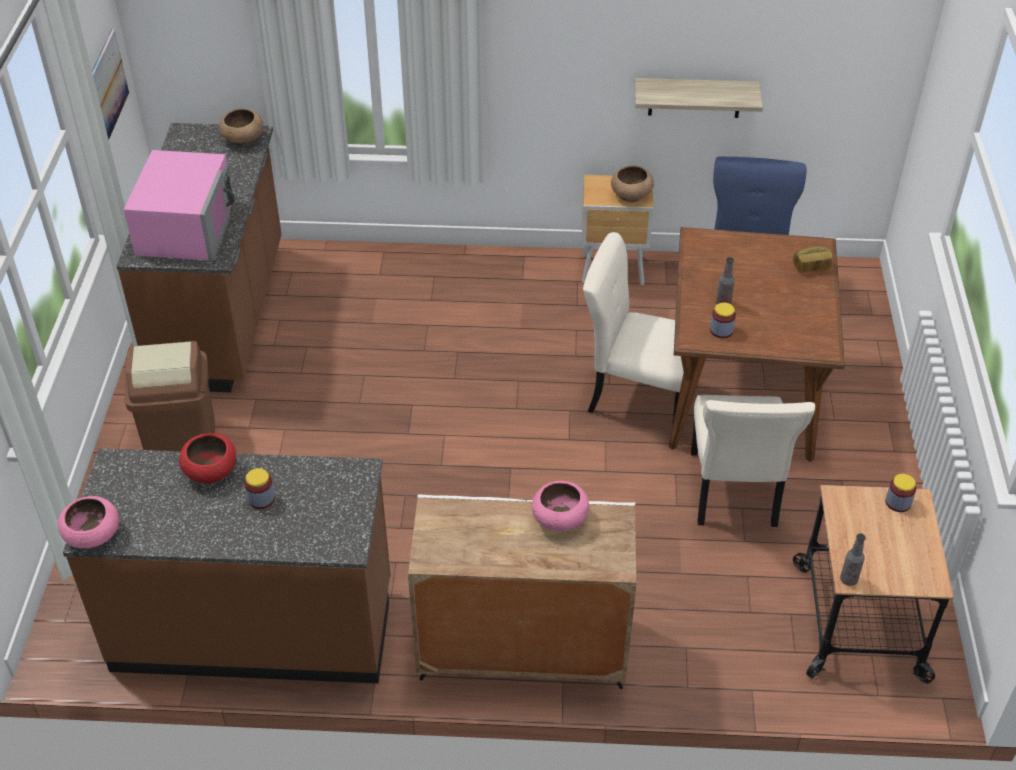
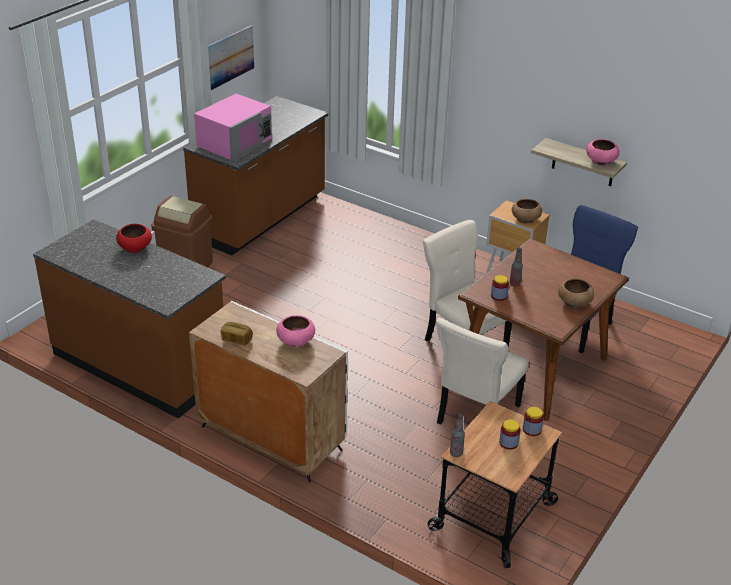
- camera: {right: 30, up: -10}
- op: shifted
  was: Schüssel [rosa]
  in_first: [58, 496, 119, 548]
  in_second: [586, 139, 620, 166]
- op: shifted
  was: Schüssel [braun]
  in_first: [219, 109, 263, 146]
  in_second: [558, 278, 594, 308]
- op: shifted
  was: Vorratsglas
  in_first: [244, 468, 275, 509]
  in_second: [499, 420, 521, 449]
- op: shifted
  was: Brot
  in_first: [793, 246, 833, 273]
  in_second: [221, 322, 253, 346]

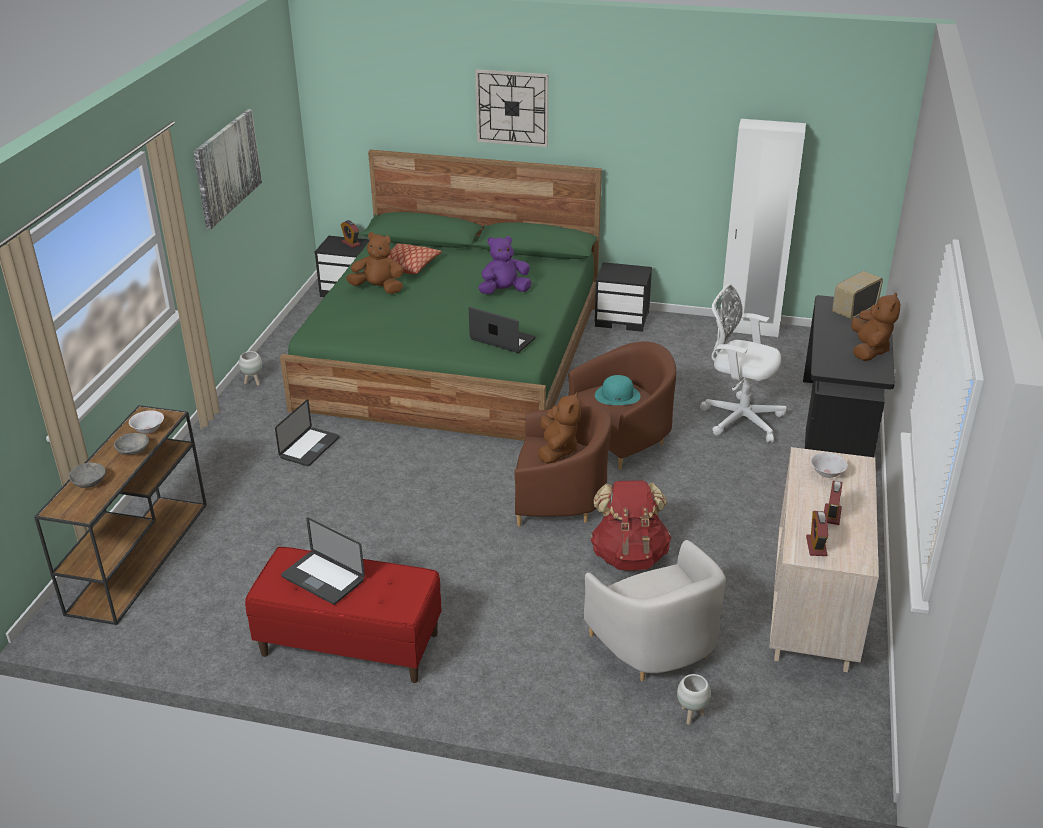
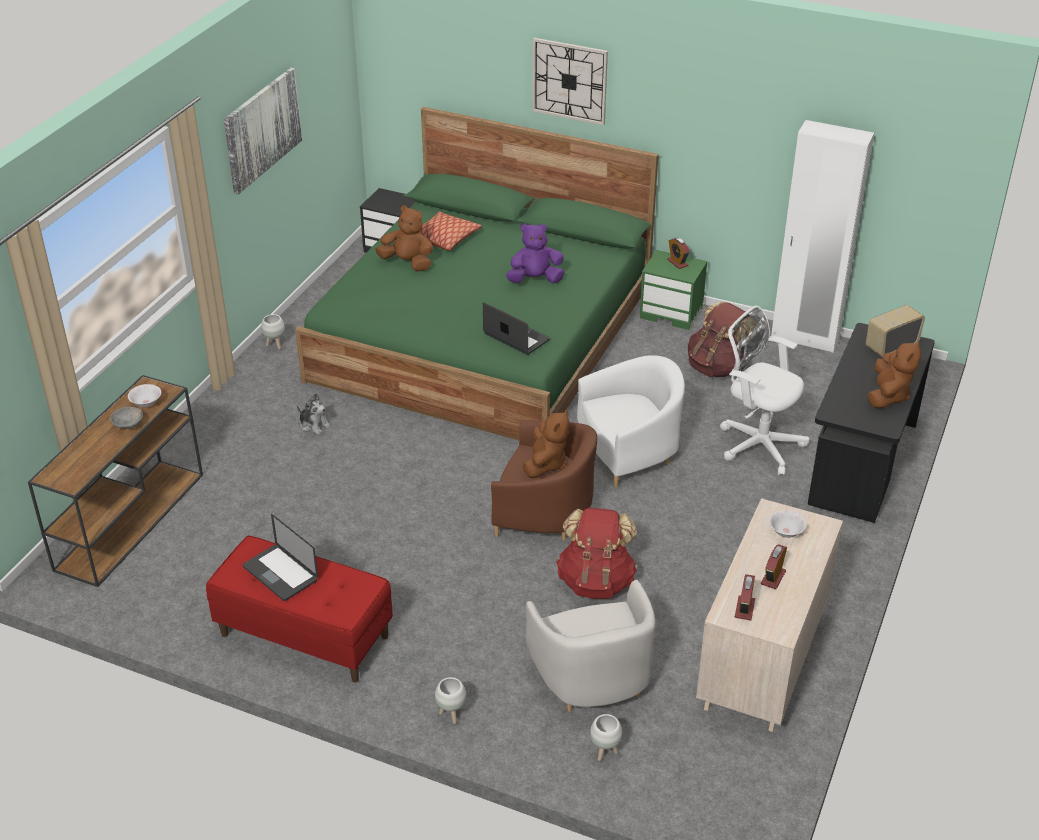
- camera: {right: 10, up: 5}
- op: gone
  was: Schüssel [grau]
  in_first: [69, 462, 106, 488]
- op: swapped
  was: Laptop
  now: Plüschtier
  in_first: [275, 399, 340, 466]
  in_second: [297, 393, 331, 435]
- op: shifted
  was: Wecker
  in_first: [341, 220, 361, 248]
  in_second: [667, 238, 690, 269]
- op: repainted
  was: Sessel [braun]
  now: Sessel [weiß]
  in_first: [569, 341, 676, 470]
  in_second: [577, 355, 685, 487]
- op: repainted
  was: Nachttisch [schwarz]
  now: Nachttisch [grün]
  in_first: [594, 262, 652, 332]
  in_second: [640, 250, 707, 330]
- op: gone
  was: Hut [türkis]
  in_first: [595, 375, 640, 405]
- op: new
  now: Pflanzkübel [weiß]
  in_second: [435, 677, 466, 724]
- op: new
  now: Rucksack [braun]
  in_second: [688, 301, 751, 377]

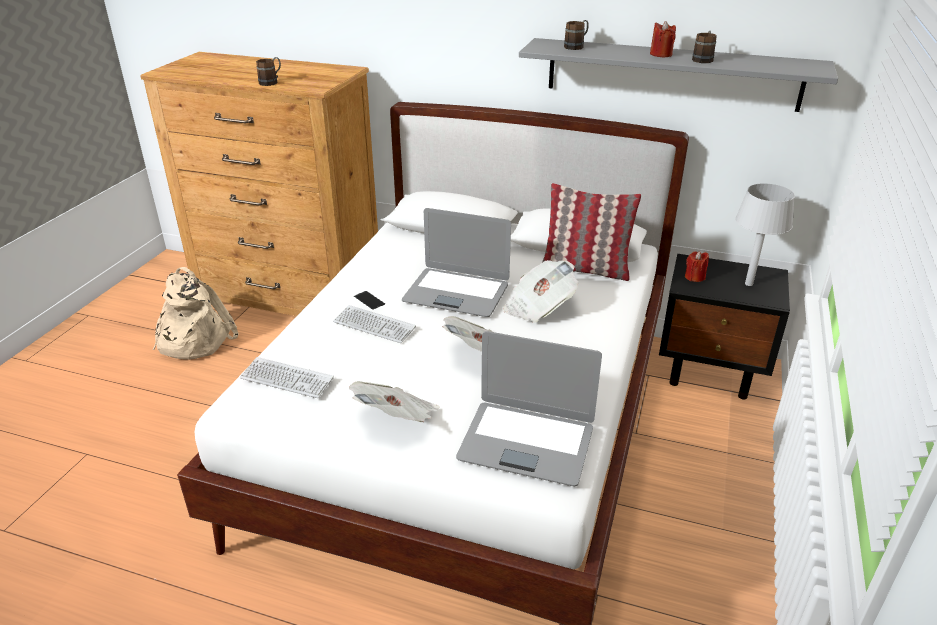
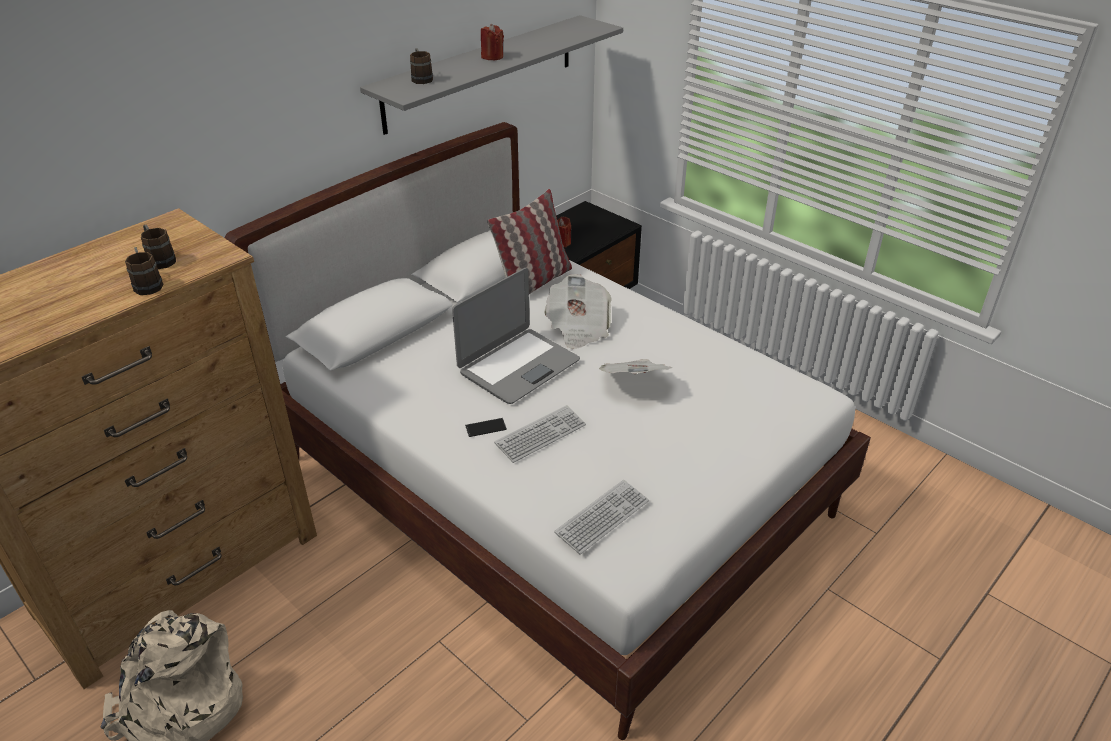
- camera: {right: -65, up: 5}
- op: gone
  was: Zeitung
  in_first: [349, 381, 440, 422]
- op: gone
  was: Laptop
  in_first: [456, 331, 602, 486]
- op: shifted
  was: Henkelbecher [braun]
  in_first: [692, 31, 717, 63]
  in_second: [141, 225, 176, 269]
- op: gone
  was: Tischlampe [grau]
  in_first: [735, 183, 795, 286]

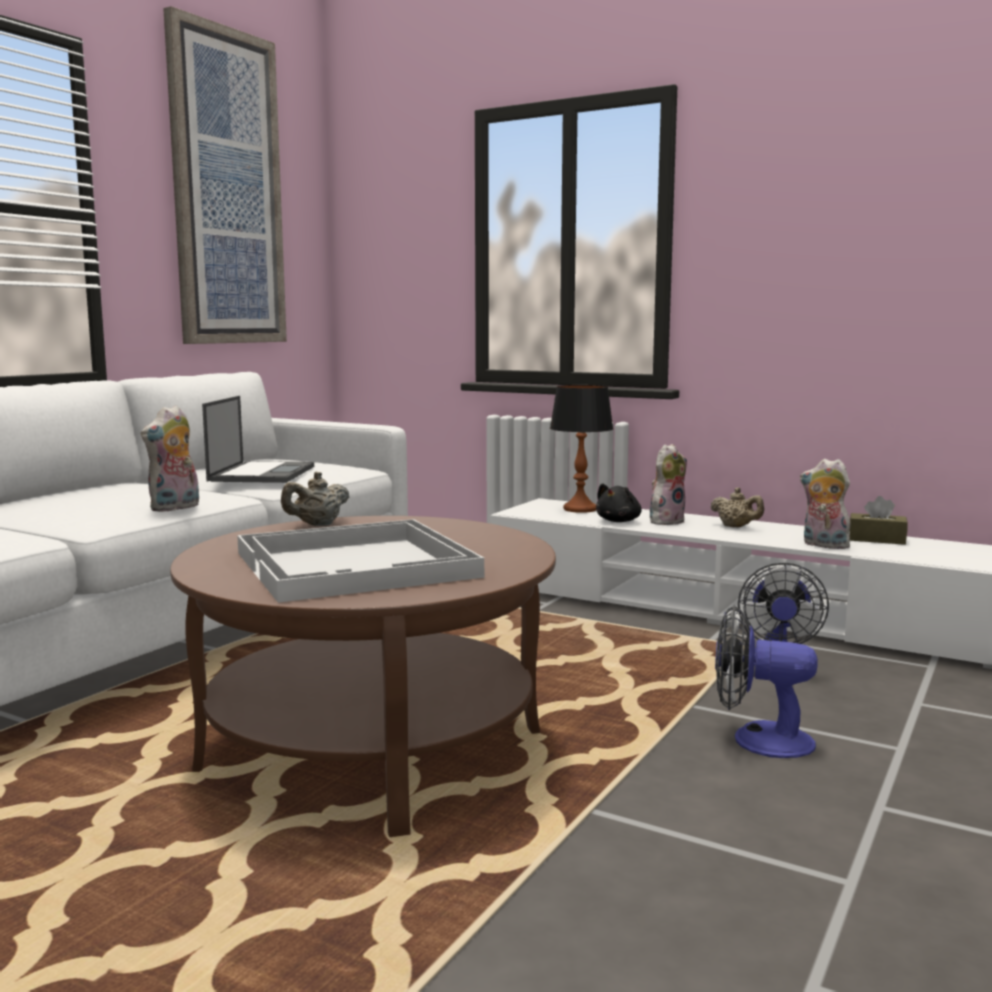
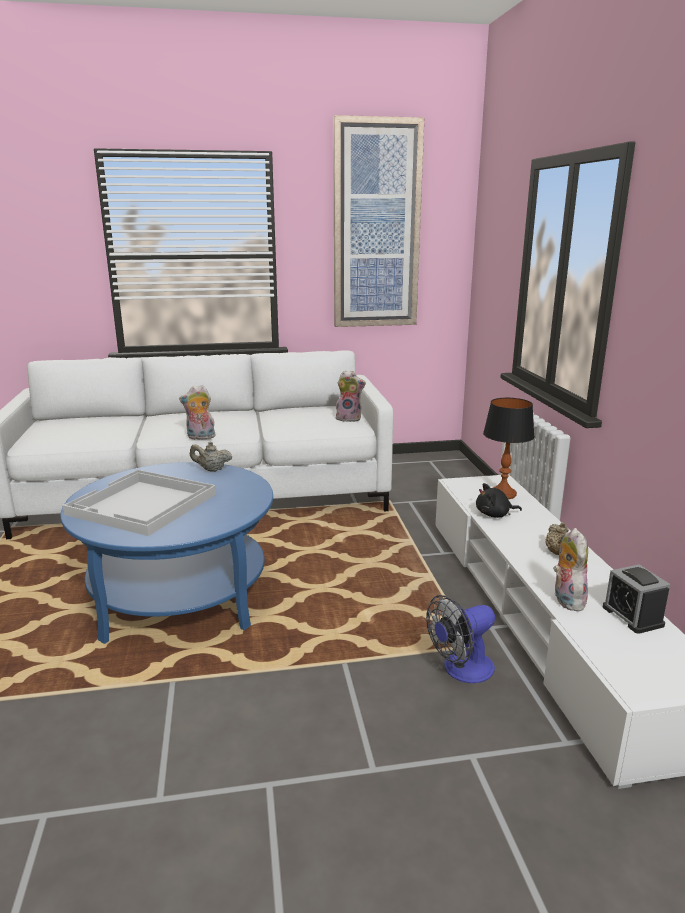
- camera: {right: 50, up: 10}
- op: repainted
  was: Couchtisch [braun]
  now: Couchtisch [blau]
  in_first: [170, 516, 556, 837]
  in_second: [60, 462, 273, 644]
- op: gone
  was: Laptop
  in_first: [202, 396, 314, 483]
- op: shifted
  was: Plüschtier
  in_first: [650, 444, 687, 525]
  in_second: [336, 370, 366, 422]
- op: gone
  was: Ventilator
  in_first: [715, 605, 818, 758]
- op: swapped
  was: Taschentuchbox [braun]
  now: Wecker
  in_first: [849, 496, 908, 545]
  in_second: [603, 564, 671, 634]

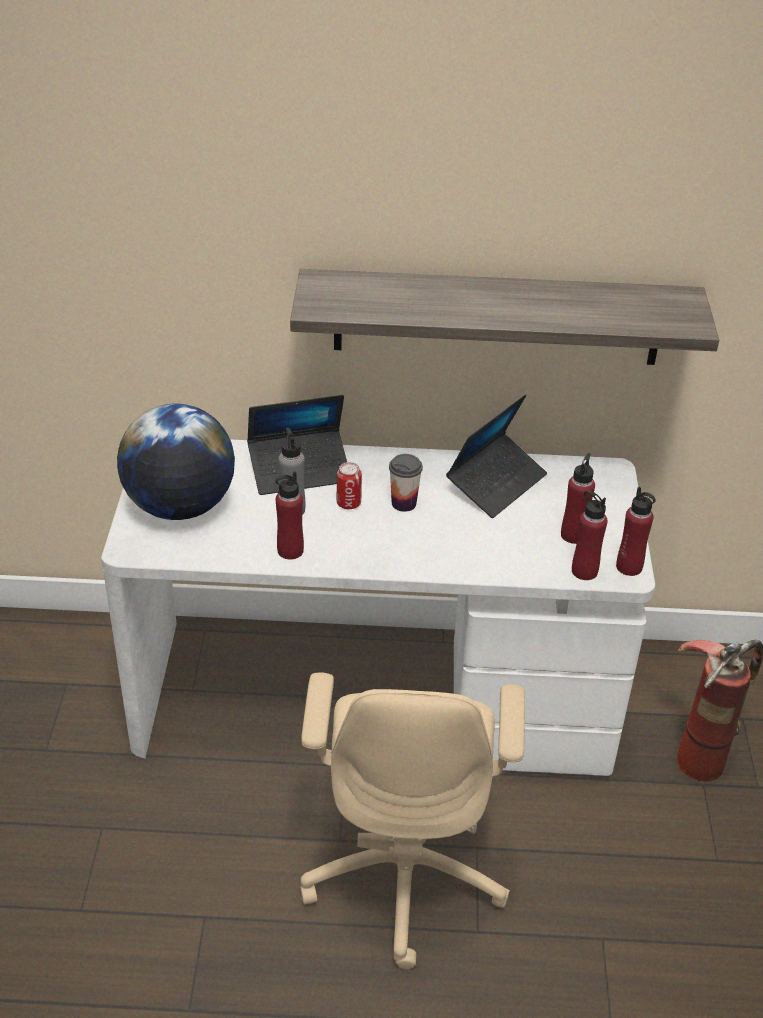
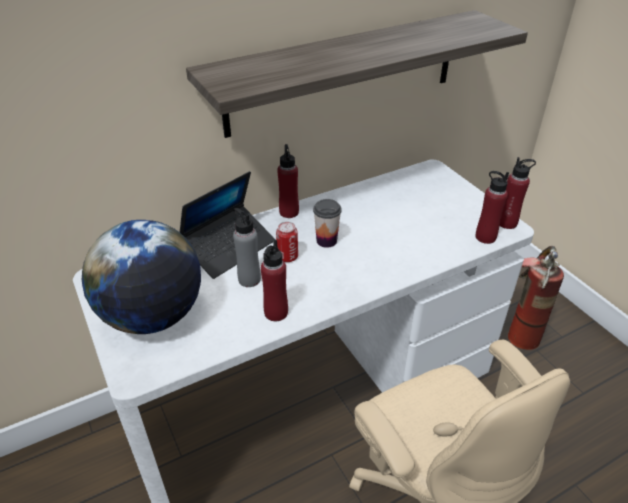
- camera: {right: -30, up: 0}
- op: gone
  was: Laptop
  in_first: [446, 395, 547, 518]
- op: shifted
  was: Flasche [rot]
  in_first: [561, 453, 595, 544]
  in_second: [277, 144, 299, 218]

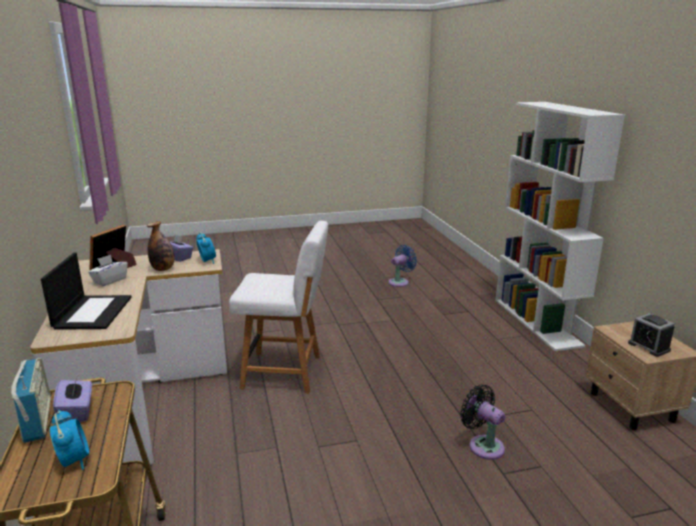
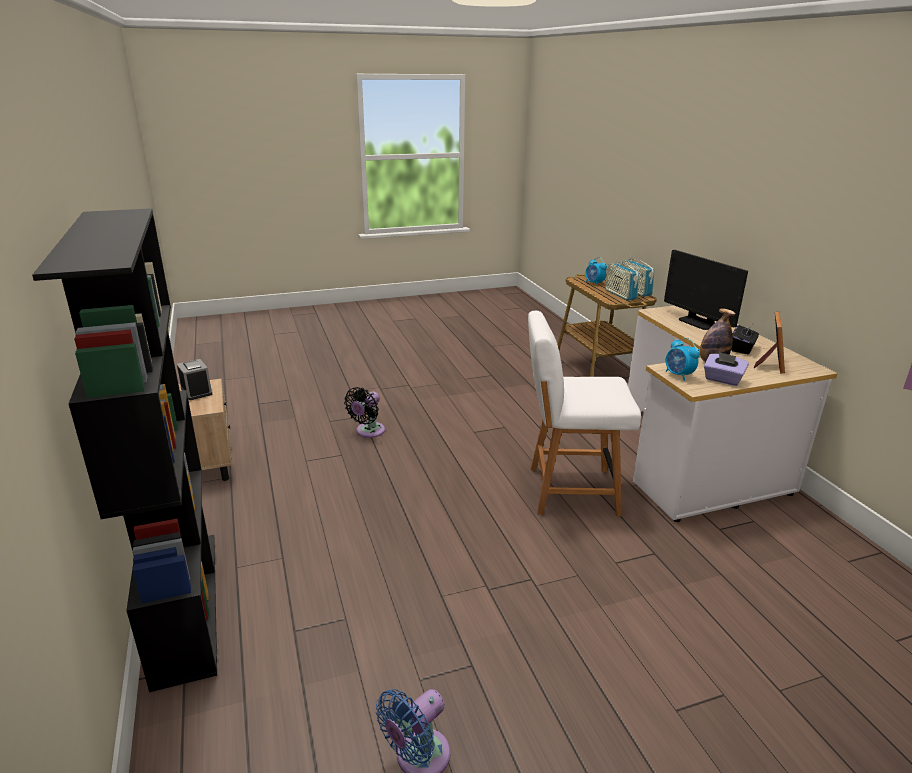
- camera: {right: 175, up: 5}
- op: swapped
  was: Laptop
  now: Monitor
  in_first: [41, 252, 132, 330]
  in_second: [664, 250, 748, 330]
- op: swapped
  was: Taschentuchbox [lila]
  now: Radio
  in_first: [53, 375, 92, 424]
  in_second: [605, 258, 639, 301]
- op: repainted
  was: Taschentuchbox [weiß]
  now: Taschentuchbox [schwarz]
  in_first: [88, 255, 128, 286]
  in_second: [731, 325, 759, 354]
- op: rotated
  was: Ventilator [schwarz]
  in_first: [460, 385, 505, 460]
  in_second: [344, 387, 385, 438]
  clockwise: 75
- op: repainted
  was: Bücherregal [weiß]
  now: Bücherregal [schwarz]
  in_first: [495, 102, 625, 351]
  in_second: [32, 208, 217, 692]

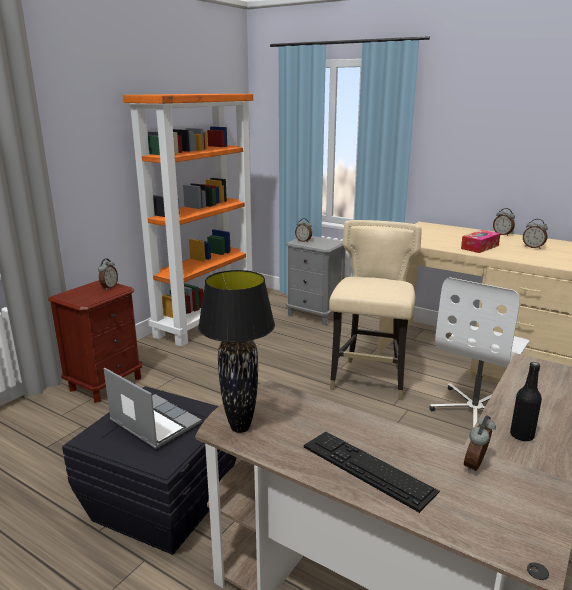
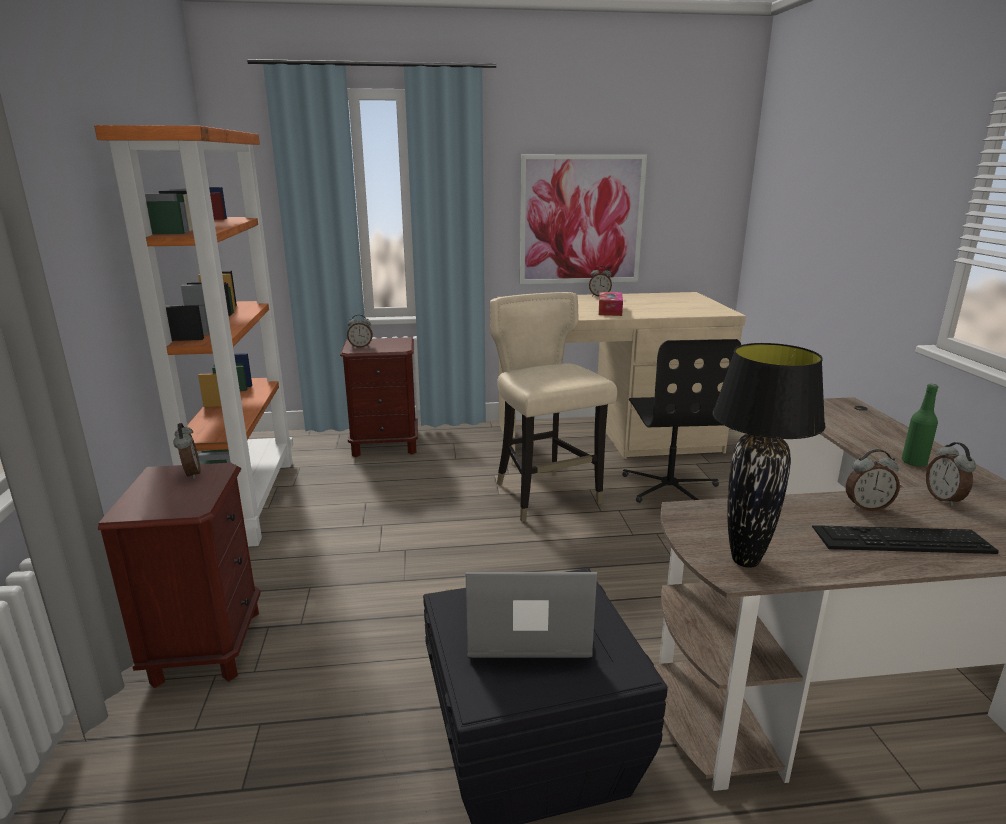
- camera: {right: -40, up: 0}
- op: repainted
  was: Nachttisch [grau]
  now: Nachttisch [braun]
  in_first: [286, 236, 346, 325]
  in_second: [340, 337, 418, 457]
- op: repainted
  was: Bürostuhl [weiß]
  now: Bürostuhl [schwarz]
  in_first: [429, 277, 529, 428]
  in_second: [622, 339, 741, 503]
- op: repainted
  was: Flasche [schwarz]
  now: Flasche [grün]
  in_first: [510, 362, 542, 441]
  in_second: [902, 384, 938, 467]
- op: shifted
  was: Wecker
  in_first: [523, 219, 548, 249]
  in_second: [846, 449, 900, 511]
- op: new
  now: Bild
  in_second: [520, 154, 647, 284]

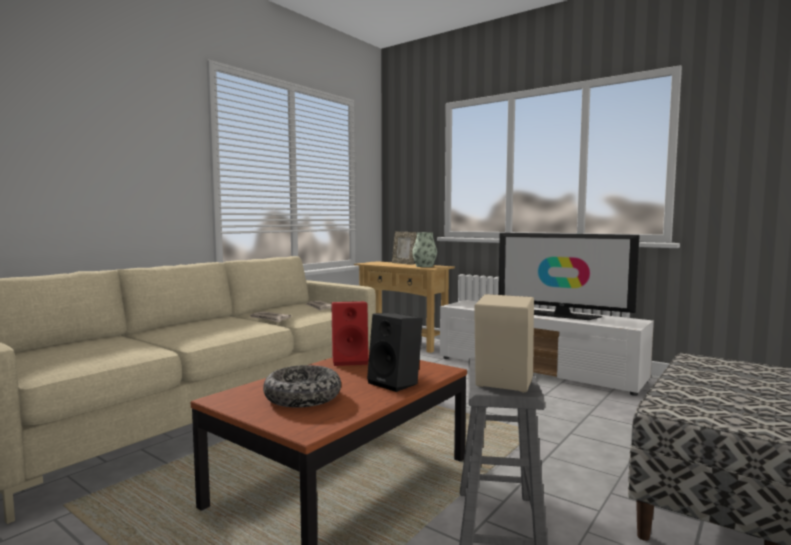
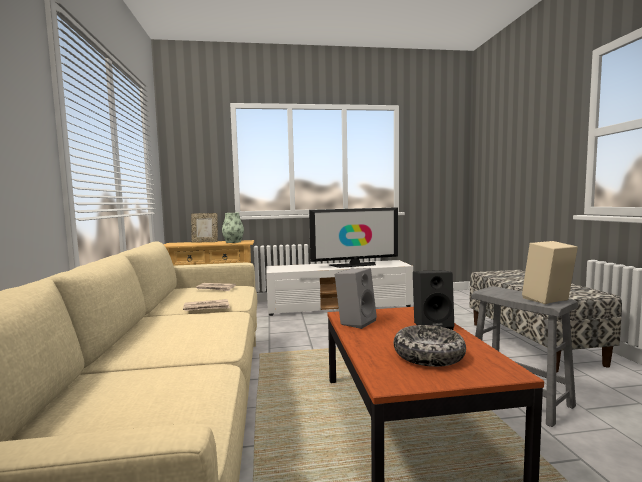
- camera: {right: -45, up: 0}
- op: repainted
  was: Lautsprecher [rot]
  now: Lautsprecher [grau]
  in_first: [331, 301, 368, 366]
  in_second: [335, 268, 377, 329]

